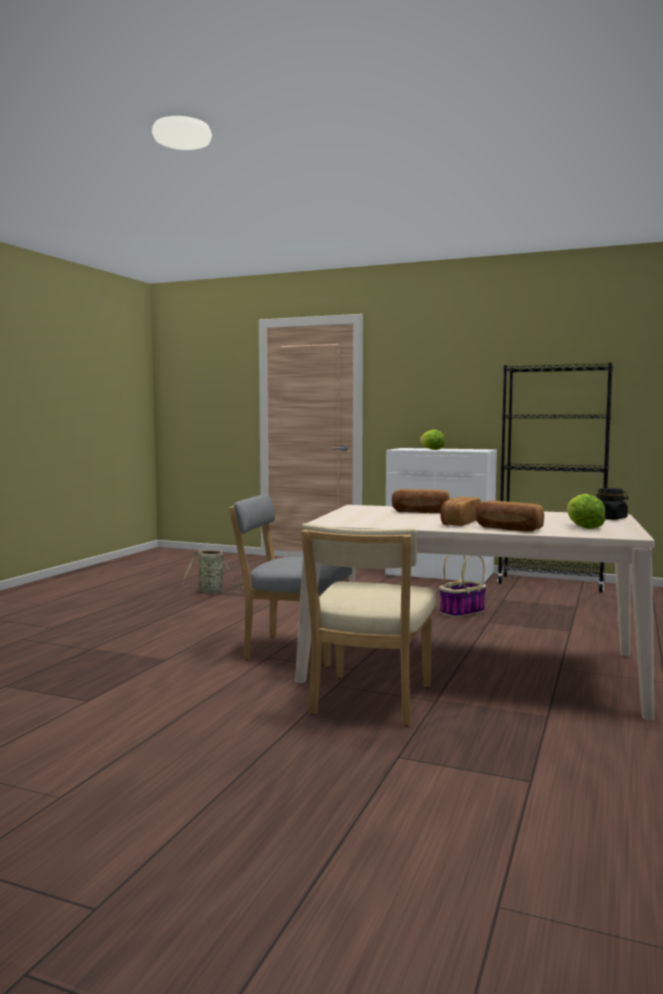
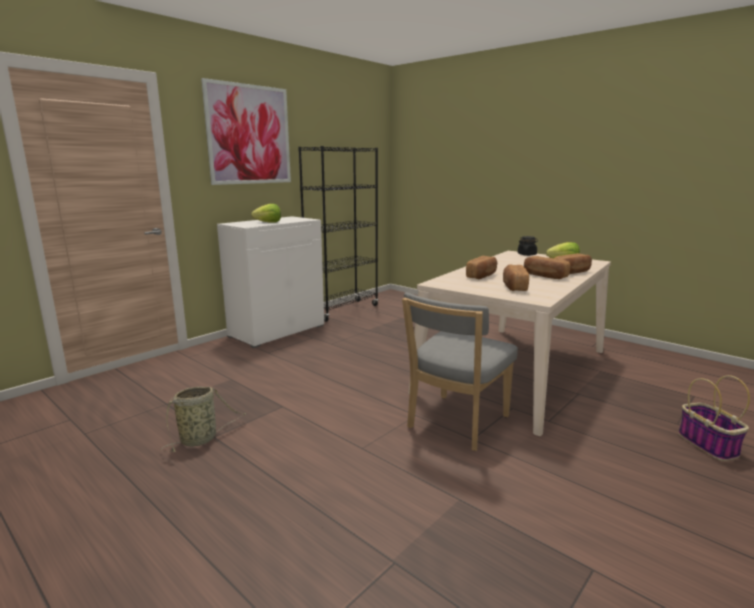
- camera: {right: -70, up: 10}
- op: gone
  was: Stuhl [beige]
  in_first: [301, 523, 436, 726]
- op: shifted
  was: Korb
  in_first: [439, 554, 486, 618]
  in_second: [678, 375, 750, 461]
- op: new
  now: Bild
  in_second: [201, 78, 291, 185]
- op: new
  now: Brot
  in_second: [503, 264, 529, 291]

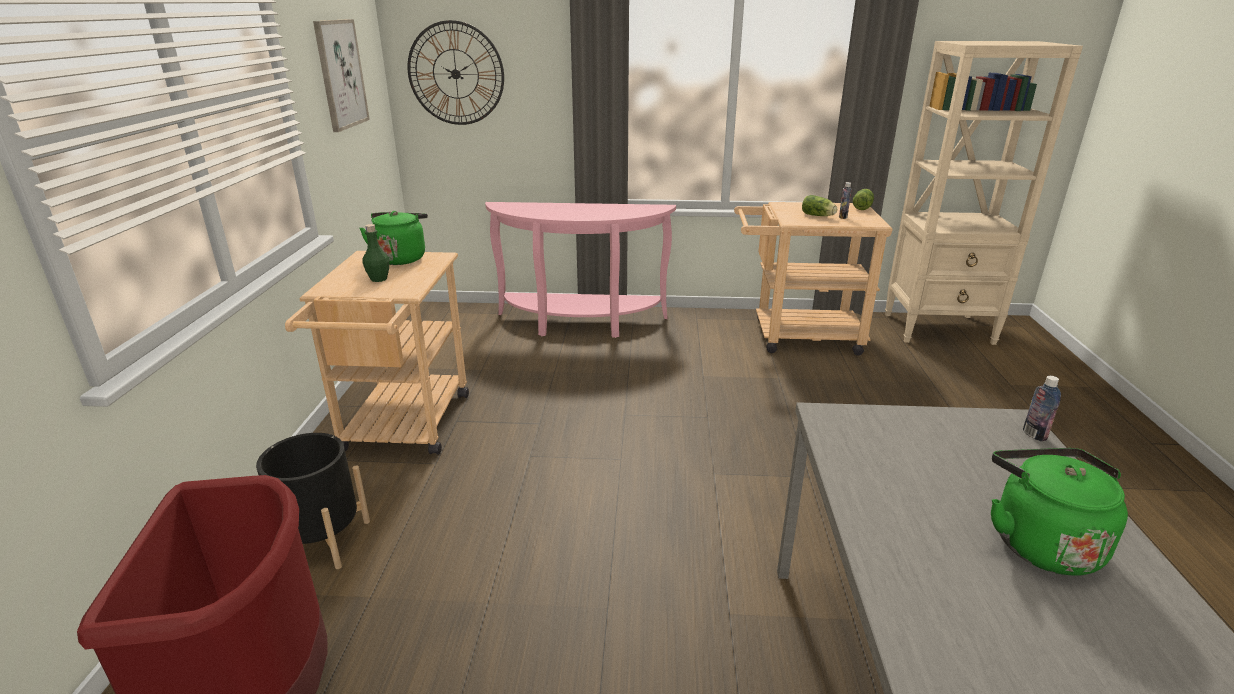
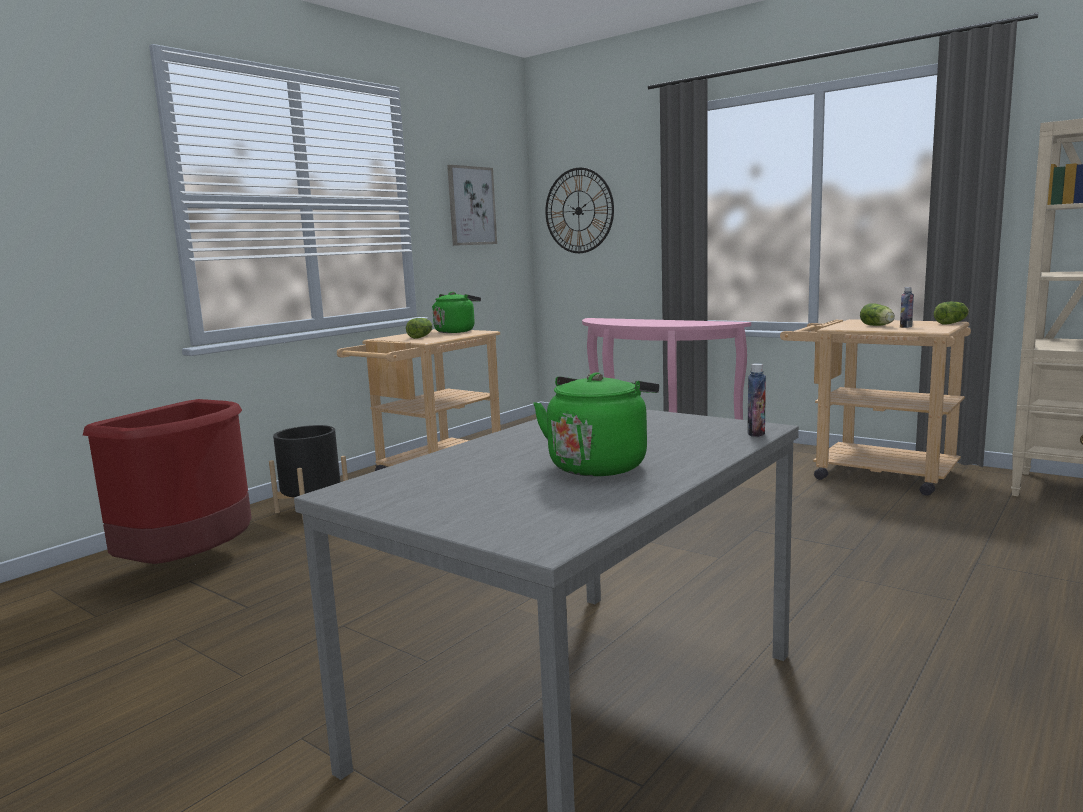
- camera: {right: 35, up: -15}
- op: swapped
  was: Flasche [grün]
  now: Salatkopf
  in_first: [362, 224, 389, 282]
  in_second: [406, 318, 433, 339]

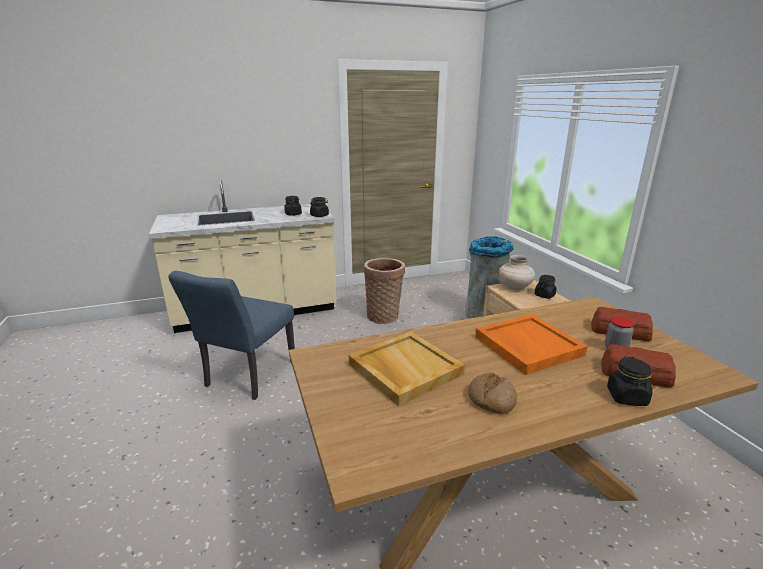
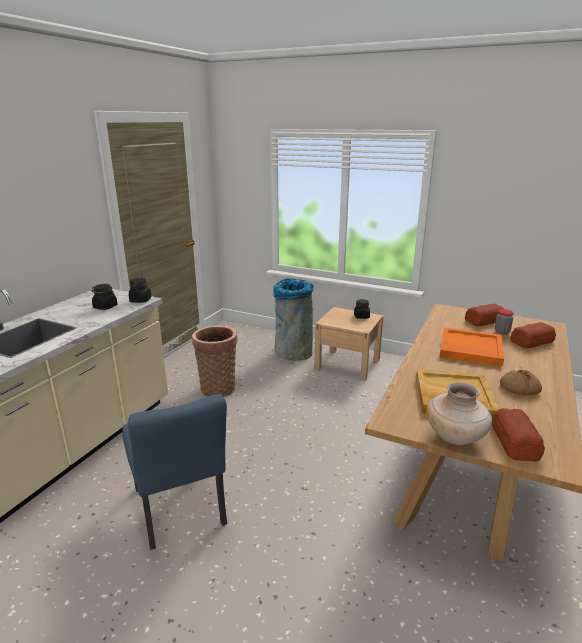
- camera: {right: -45, up: 0}
- op: shifted
  was: Vase [beige]
  in_first: [499, 255, 535, 290]
  in_second: [427, 382, 492, 445]
- op: gone
  was: Vorratsglas [schwarz]
  in_first: [607, 357, 652, 406]
- op: new
  now: Brot
  in_second: [492, 408, 545, 462]

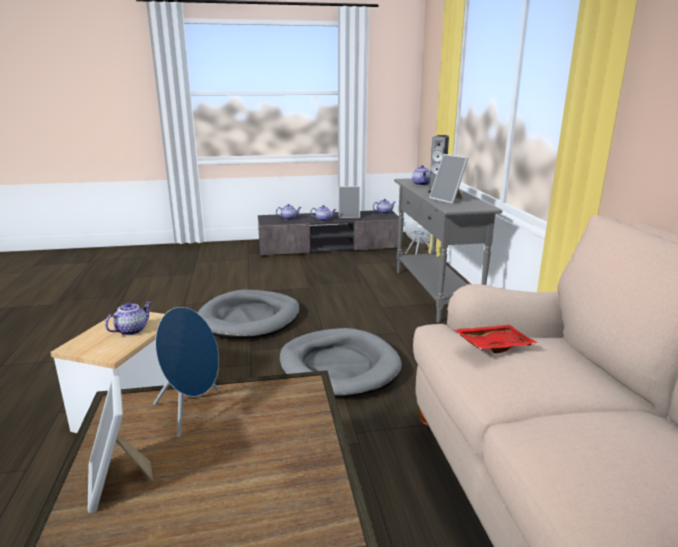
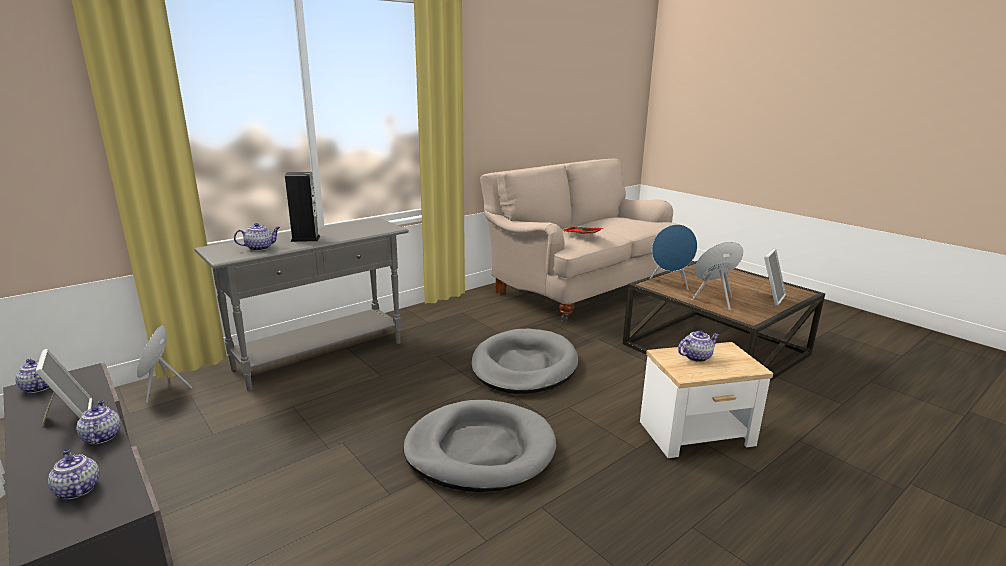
- camera: {right: -120, up: 0}
- op: rotated
  was: Teekanne
  in_first: [105, 302, 152, 335]
  in_second: [678, 331, 719, 362]
  clockwise: 150
- op: gone
  was: Bilderrahmen
  in_first: [429, 154, 468, 204]
- op: new
  now: Lautsprecher [blau]
  in_second: [650, 224, 698, 290]

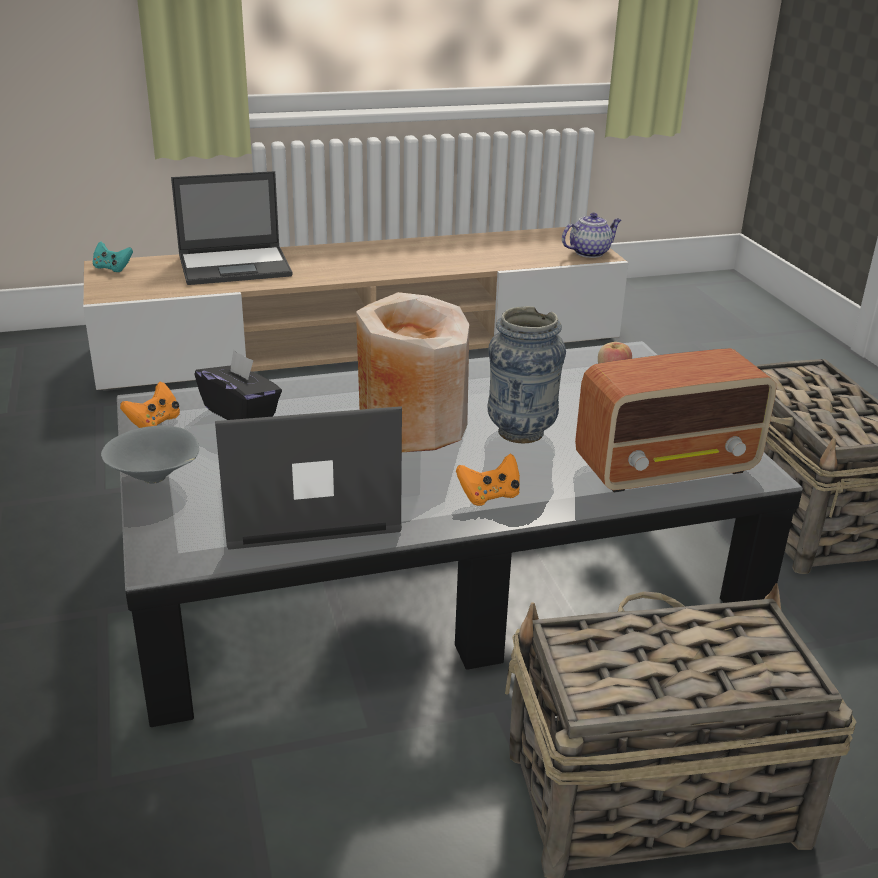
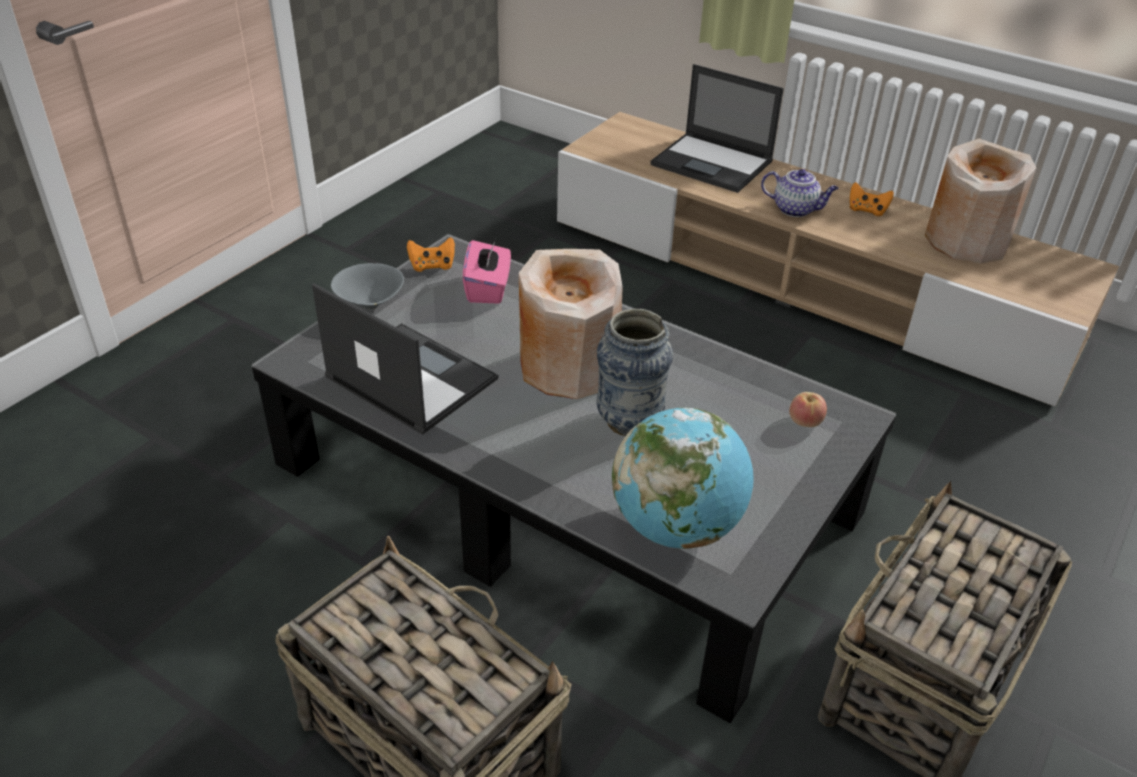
- camera: {right: 50, up: 10}
- op: gone
  was: Gamepad [türkis]
  in_first: [93, 242, 133, 272]
- op: repainted
  was: Taschentuchbox [schwarz]
  now: Taschentuchbox [rosa]
  in_first: [194, 350, 282, 420]
  in_second: [463, 239, 511, 304]
- op: shifted
  was: Gamepad [orange]
  in_first: [456, 453, 520, 506]
  in_second: [850, 182, 894, 216]
- op: shifted
  was: Teekanne
  in_first: [562, 213, 621, 258]
  in_second: [761, 169, 839, 217]
- op: swapped
  was: Radio
  now: Globus
  in_first: [575, 348, 776, 493]
  in_second: [612, 407, 754, 549]
- op: new
  now: Vase [beige]
  in_second: [925, 138, 1037, 264]

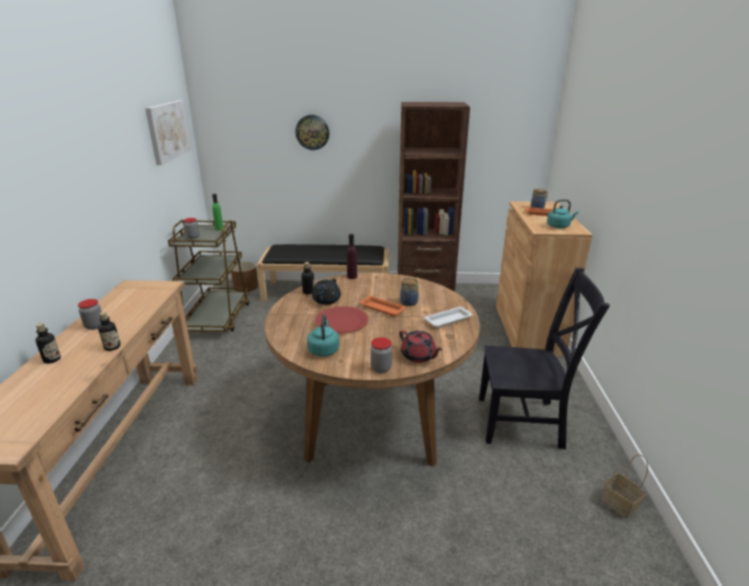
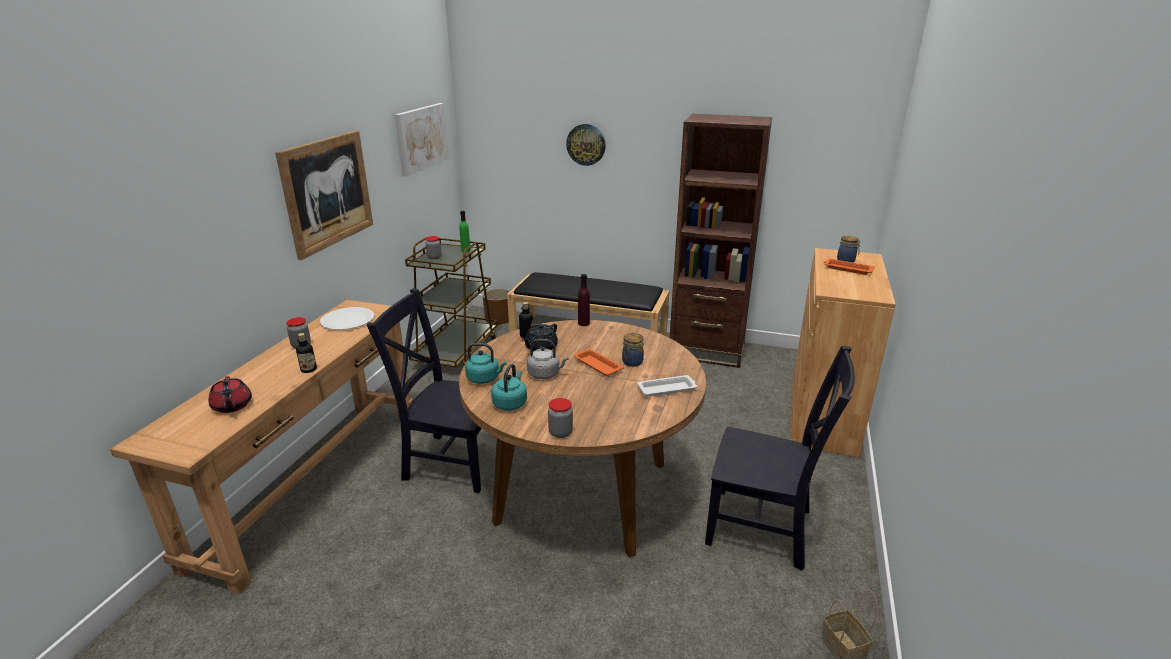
- camera: {right: 15, up: 0}
- op: gone
  was: Flasche
  in_first: [36, 323, 61, 364]
- op: swapped
  was: Teller [rot]
  now: Wasserkessel [grau]
  in_first: [315, 306, 368, 334]
  in_second: [527, 339, 569, 379]
- op: shifted
  was: Teekanne [rot]
  in_first: [399, 330, 443, 363]
  in_second: [208, 376, 252, 413]
- op: shifted
  was: Wasserkessel [türkis]
  in_first: [547, 199, 578, 228]
  in_second: [465, 343, 506, 384]
- op: new
  now: Bild
  in_second: [275, 131, 373, 260]
- op: new
  now: Teller [weiß]
  in_second: [320, 307, 374, 330]
- op: new
  now: Stuhl [schwarz]
  in_second: [367, 288, 482, 493]

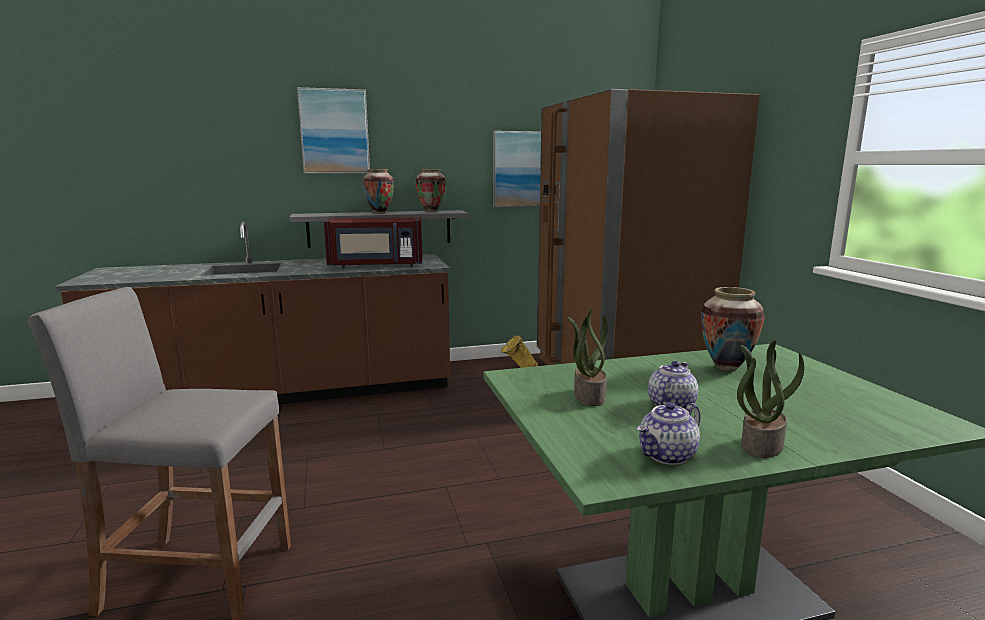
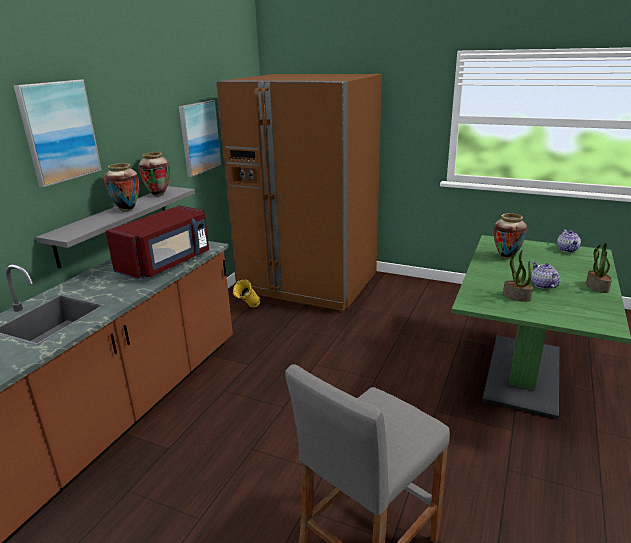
- camera: {right: -50, up: 10}
- op: shifted
  was: Teekanne
  in_first: [637, 402, 701, 465]
  in_second: [557, 229, 581, 252]

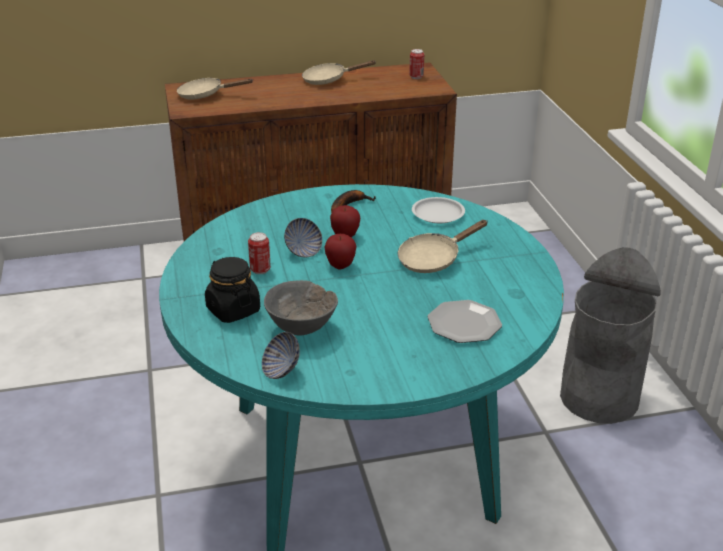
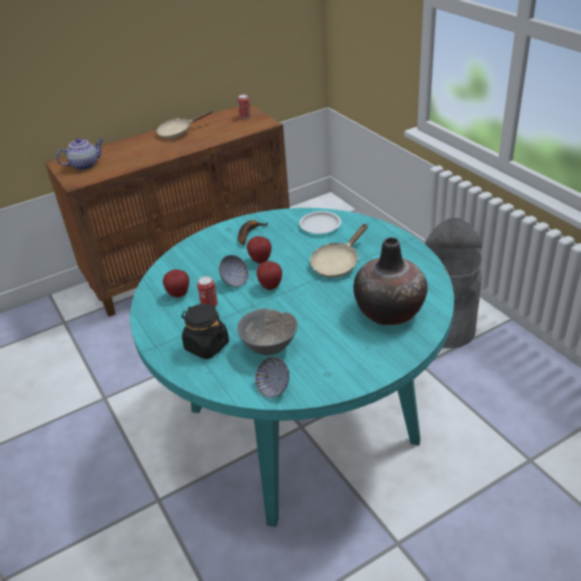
- camera: {right: -15, up: 5}
- op: swapped
  was: Pfanne [beige]
  now: Teekanne
  in_first: [177, 78, 253, 100]
  in_second: [56, 138, 103, 170]
- op: swapped
  was: Teller
  now: Vase
  in_first: [427, 300, 502, 343]
  in_second: [353, 237, 427, 325]
- op: new
  now: Apfel
  in_second: [163, 269, 189, 297]

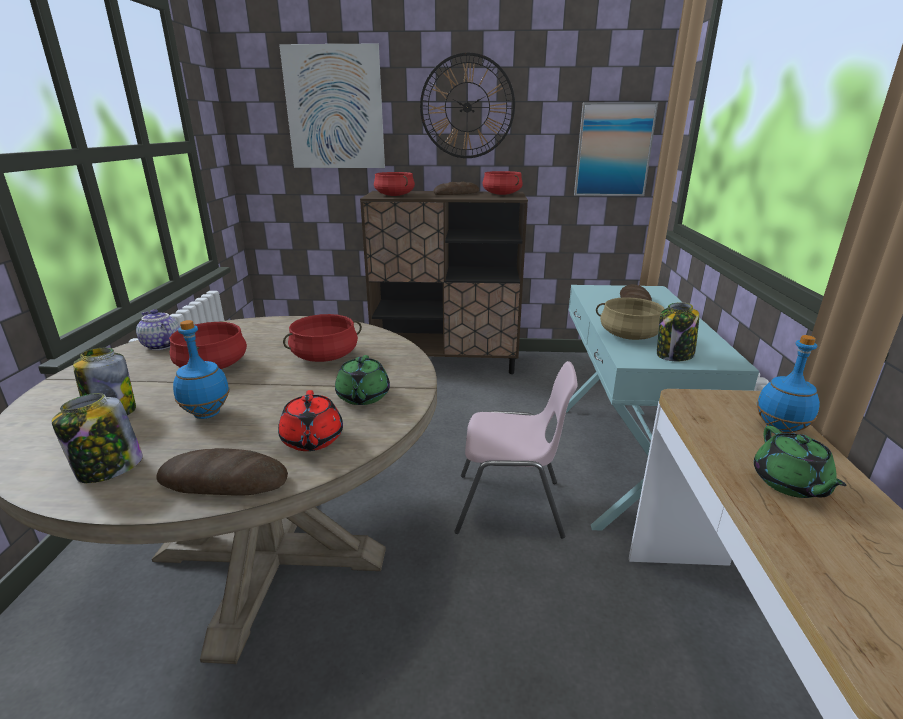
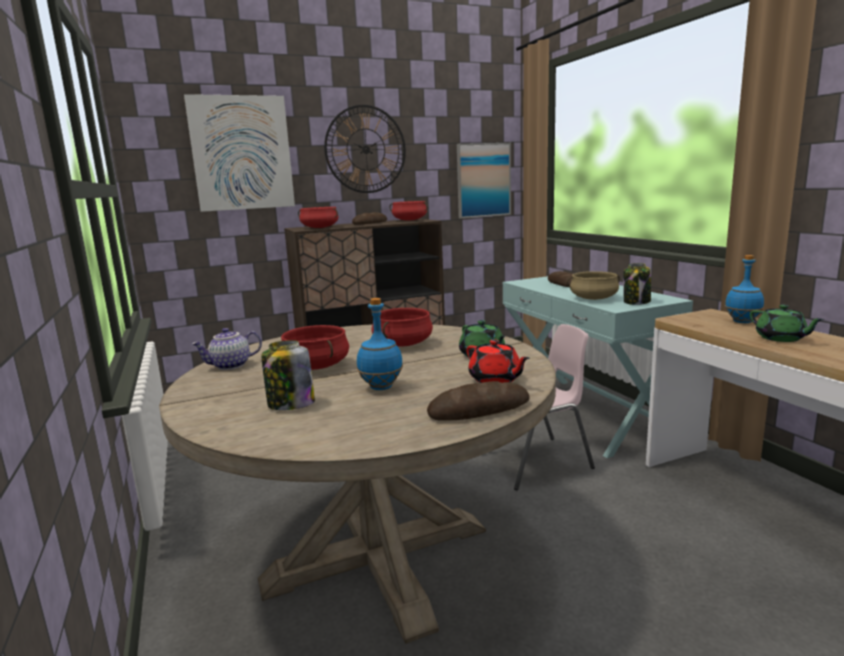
- camera: {right: -25, up: -10}
- op: gone
  was: Vorratsglas
  in_first: [52, 393, 143, 483]
- op: rotated
  was: Teekanne
  in_first: [136, 309, 180, 350]
  in_second: [192, 328, 262, 370]
  clockwise: -45

